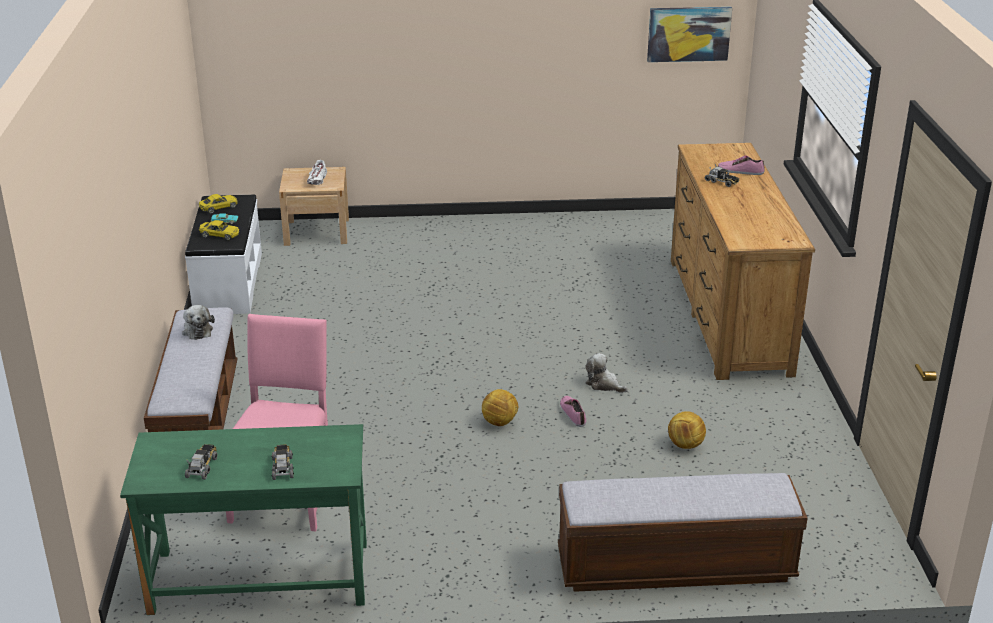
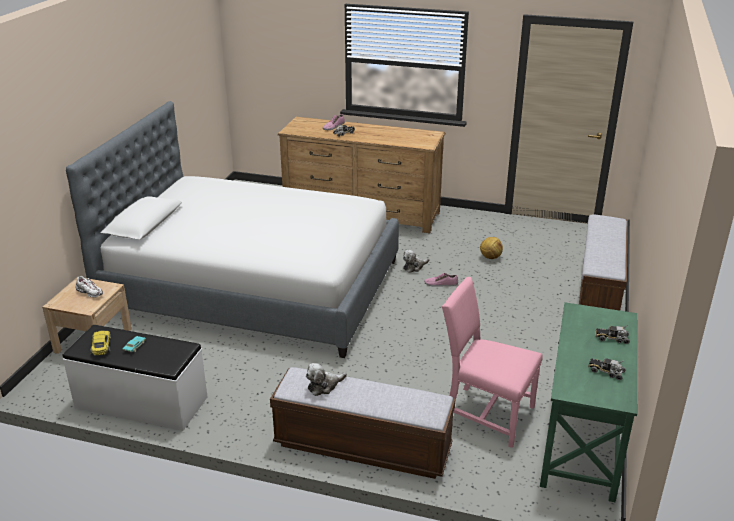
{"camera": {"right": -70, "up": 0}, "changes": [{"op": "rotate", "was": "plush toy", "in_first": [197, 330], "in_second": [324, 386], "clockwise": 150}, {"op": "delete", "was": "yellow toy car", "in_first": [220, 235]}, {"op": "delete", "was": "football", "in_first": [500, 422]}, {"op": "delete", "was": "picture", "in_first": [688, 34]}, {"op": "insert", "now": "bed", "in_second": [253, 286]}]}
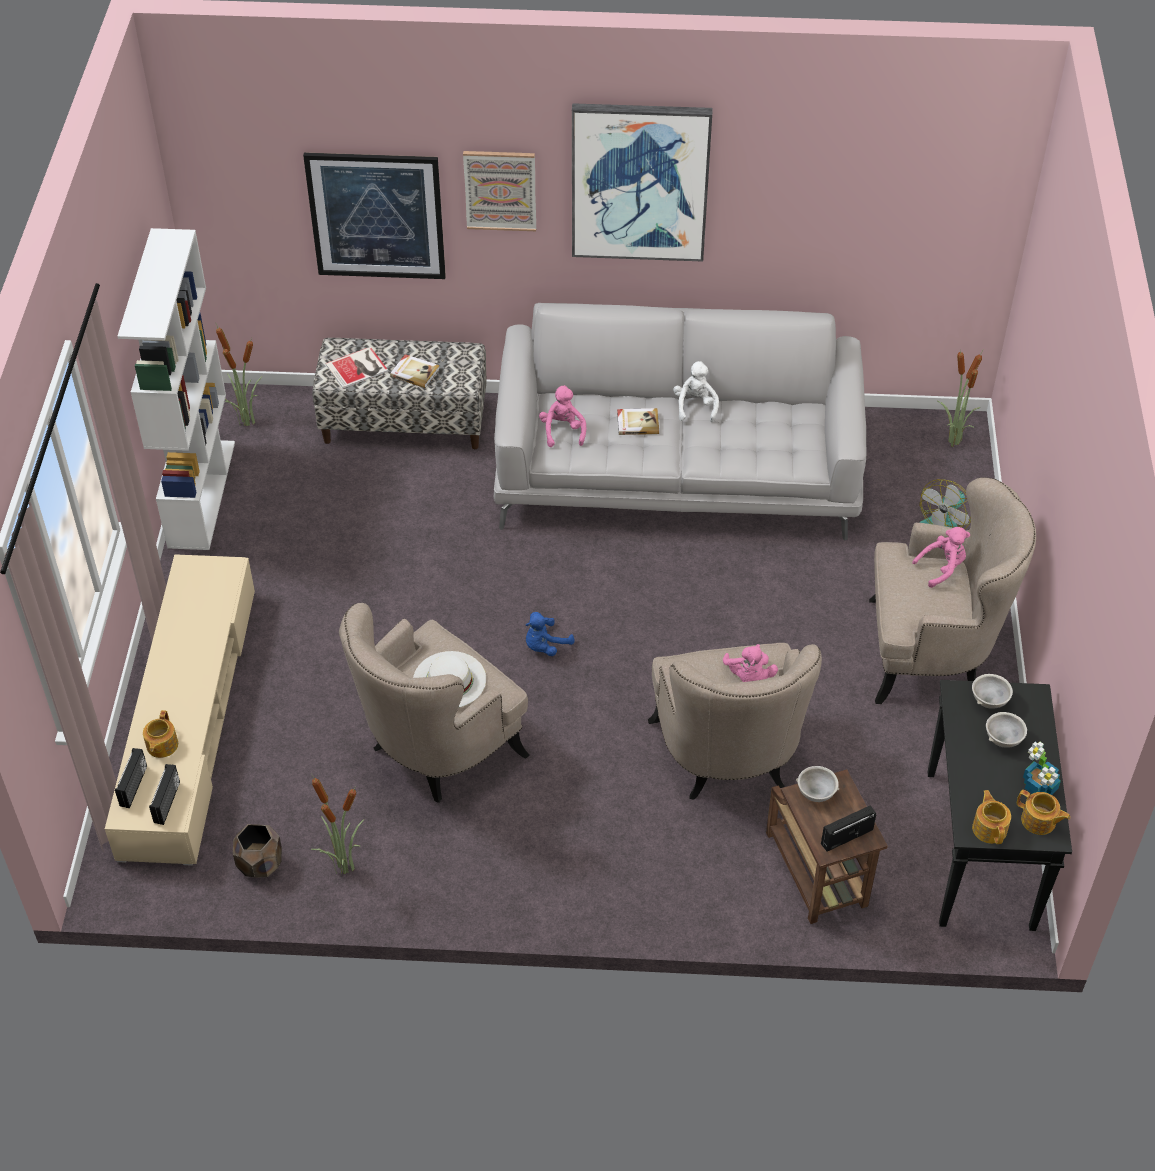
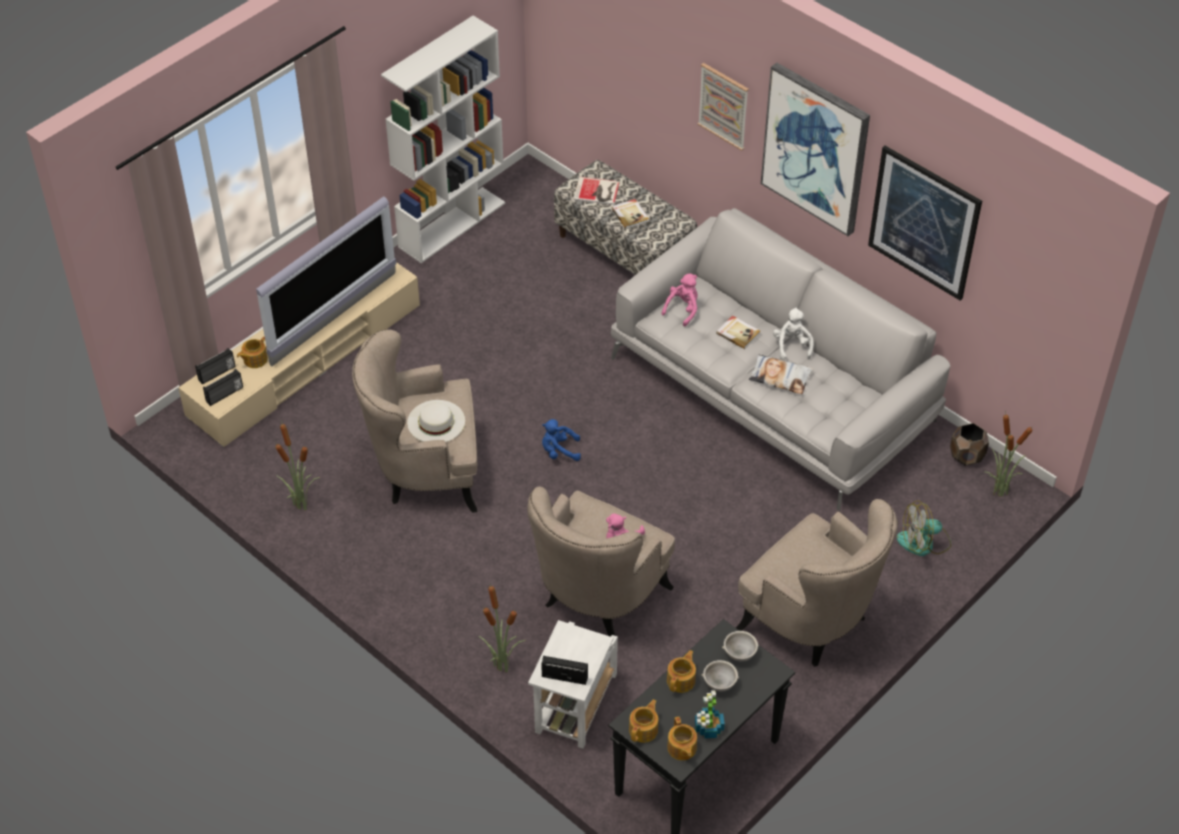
{"camera": {"right": 40, "up": 0}, "changes": [{"op": "move", "was": "potted plant", "in_first": [246, 421], "in_second": [502, 665]}, {"op": "move", "was": "brown planter", "in_first": [261, 864], "in_second": [967, 456]}, {"op": "move", "was": "picture", "in_first": [376, 216], "in_second": [924, 222]}, {"op": "rotate", "was": "white plush toy", "in_first": [695, 406], "in_second": [792, 346], "clockwise": -45}, {"op": "recolor", "was": "brown side table", "now": "white side table", "in_first": [817, 872], "in_second": [575, 706]}, {"op": "delete", "was": "grey bowl", "in_first": [816, 793]}, {"op": "delete", "was": "pink plush toy", "in_first": [942, 568]}, {"op": "insert", "now": "television", "in_second": [334, 320]}, {"op": "insert", "now": "teapot", "in_second": [681, 680]}, {"op": "insert", "now": "pillow", "in_second": [780, 377]}]}
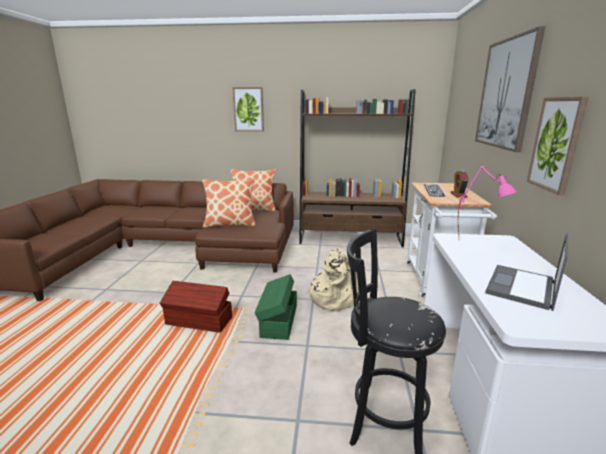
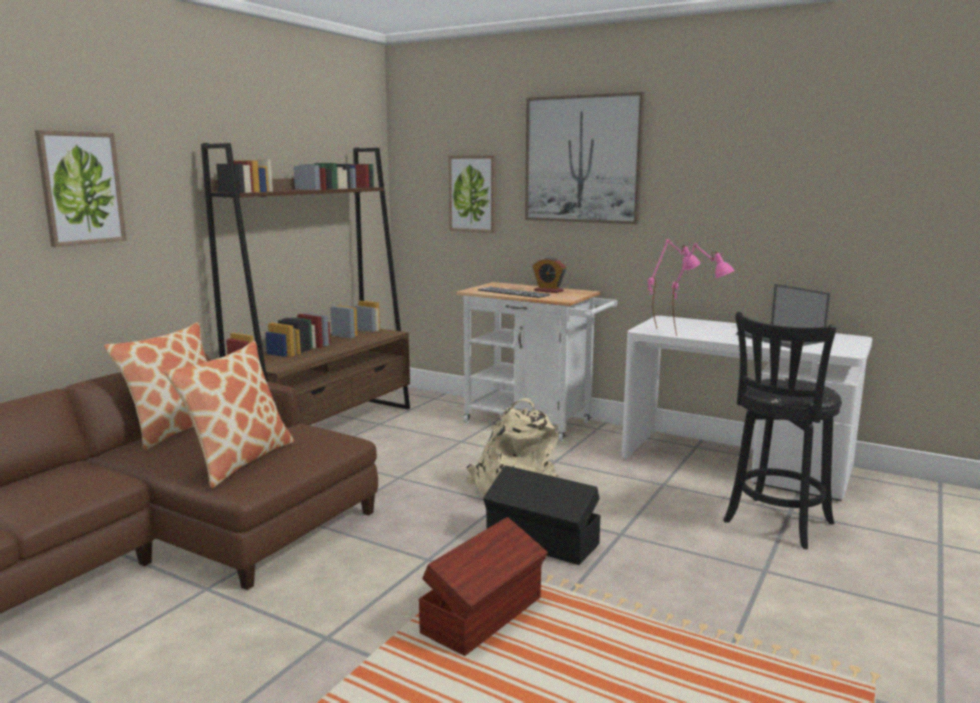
{"camera": {"right": -65, "up": -5}, "changes": [{"op": "recolor", "was": "green storage box", "now": "black storage box", "in_first": [278, 321], "in_second": [542, 542]}, {"op": "move", "was": "picture", "in_first": [556, 144], "in_second": [473, 193]}, {"op": "insert", "now": "pink table lamp", "in_second": [698, 336]}]}
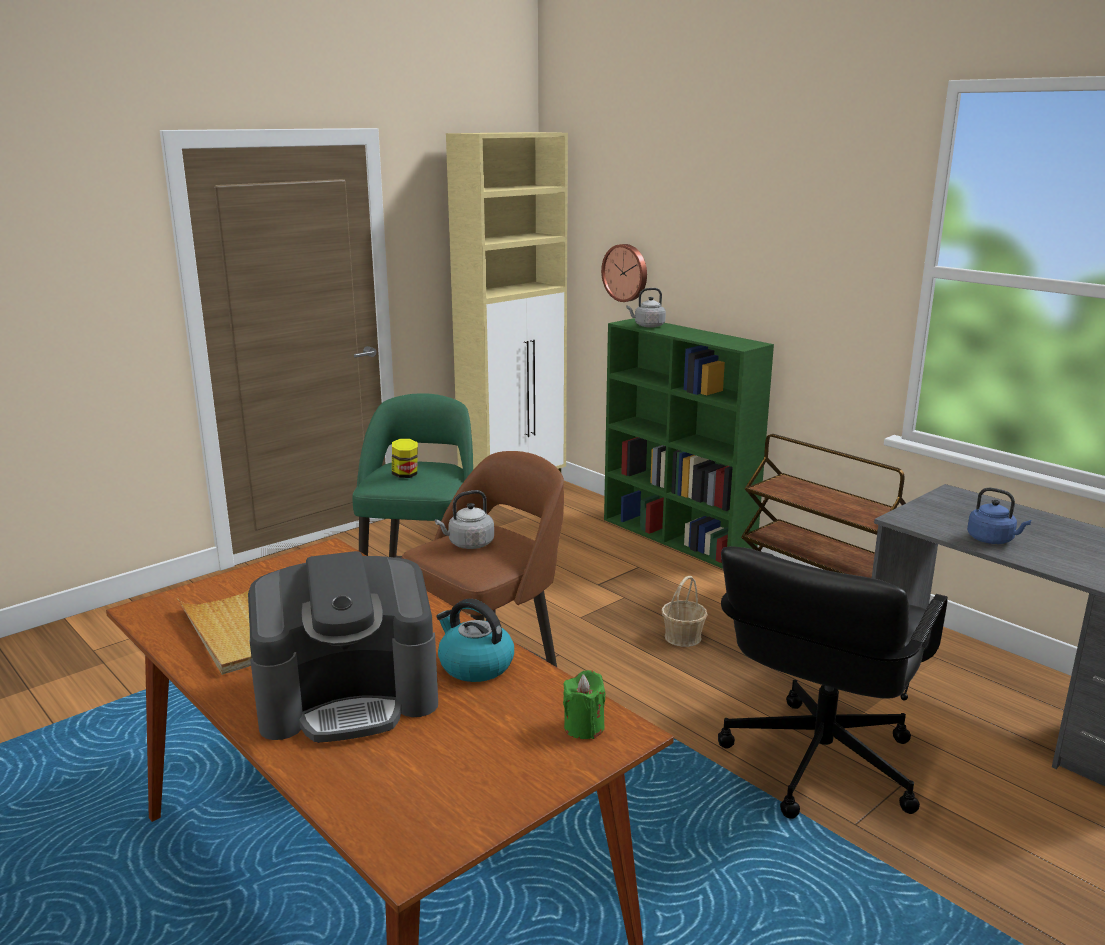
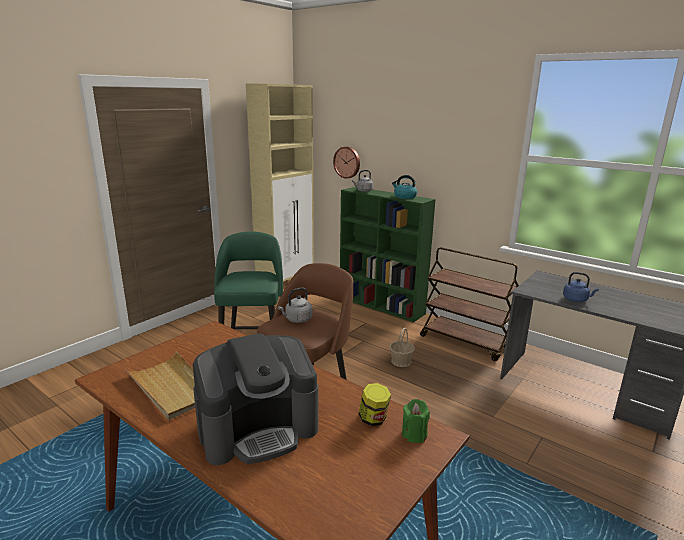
{"camera": {"right": -10, "up": 0}, "changes": [{"op": "move", "was": "jar", "in_first": [405, 475], "in_second": [373, 419]}, {"op": "move", "was": "kettle", "in_first": [475, 665], "in_second": [404, 197]}, {"op": "delete", "was": "black office chair", "in_first": [818, 762]}]}
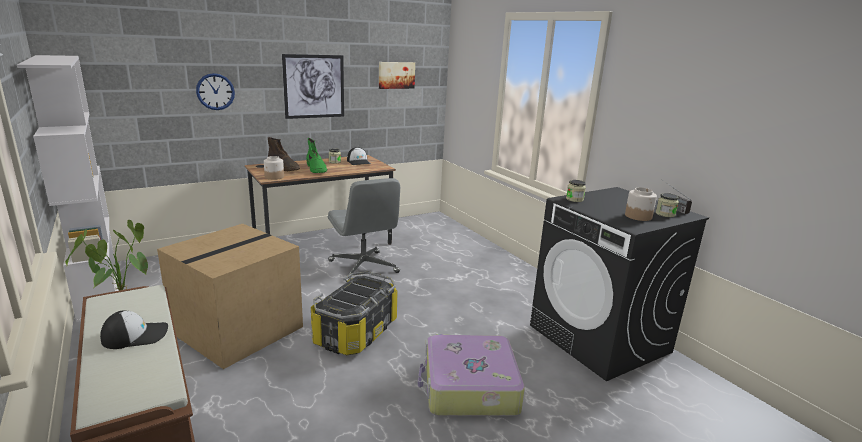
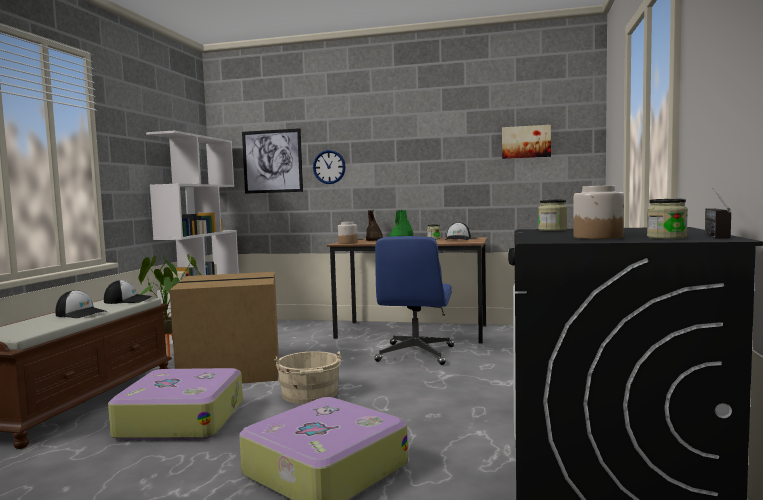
{"camera": {"right": 45, "up": -15}, "changes": [{"op": "move", "was": "picture", "in_first": [314, 86], "in_second": [272, 161]}, {"op": "replace", "was": "storage box", "now": "beige bucket", "in_first": [355, 332], "in_second": [310, 395]}, {"op": "recolor", "was": "grey office chair", "now": "blue office chair", "in_first": [364, 267], "in_second": [415, 354]}, {"op": "insert", "now": "cap", "in_second": [128, 300]}, {"op": "insert", "now": "suitcase", "in_second": [181, 419]}]}
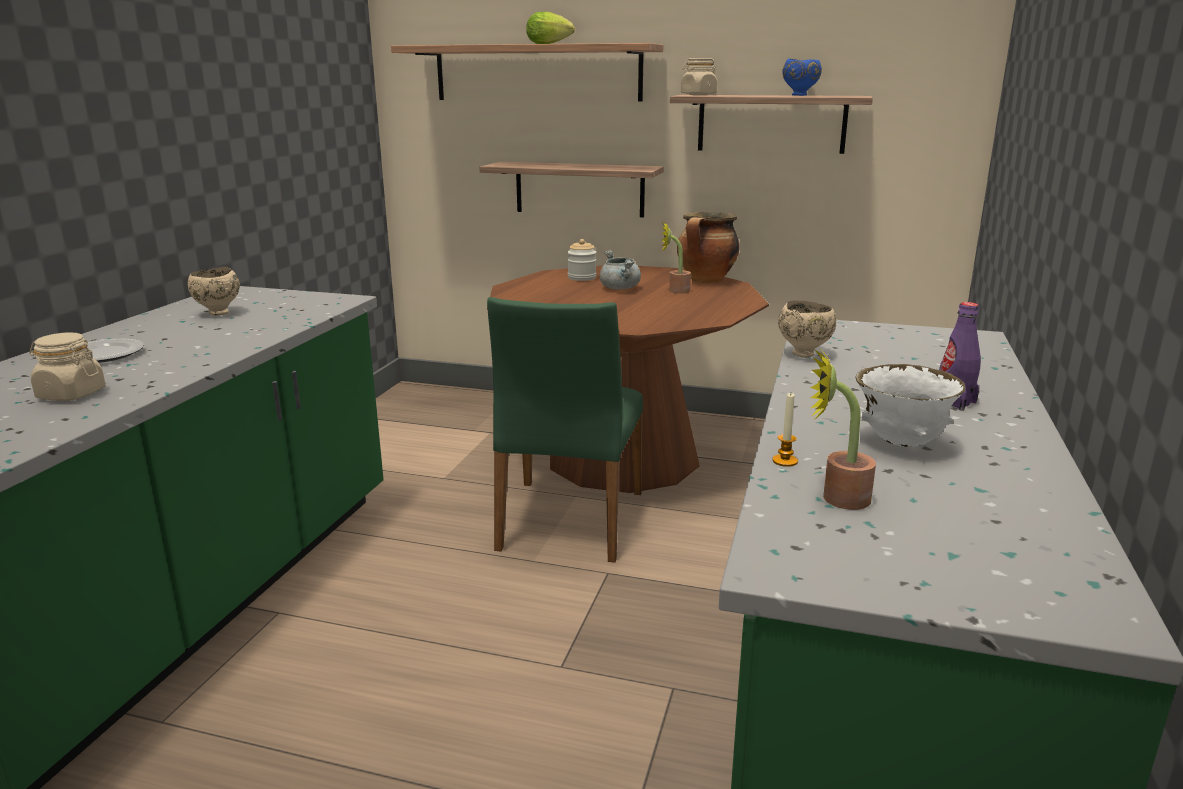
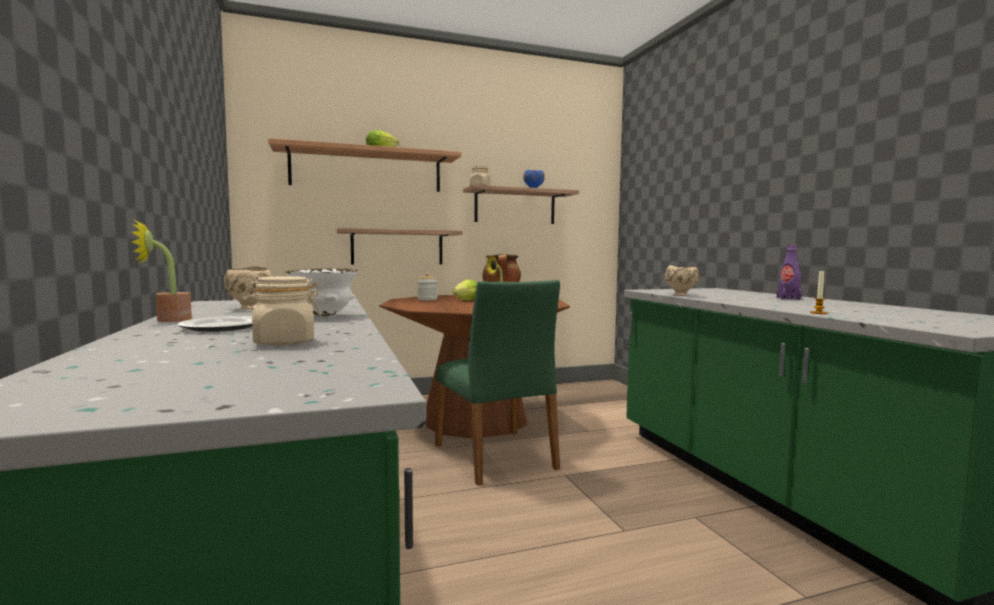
{"camera": {"right": -35, "up": -15}, "changes": [{"op": "replace", "was": "grey cooking pot", "now": "lettuce", "in_first": [620, 288], "in_second": [465, 301]}, {"op": "move", "was": "potted plant", "in_first": [836, 497], "in_second": [166, 320]}, {"op": "move", "was": "white bowl", "in_first": [901, 443], "in_second": [324, 315]}]}
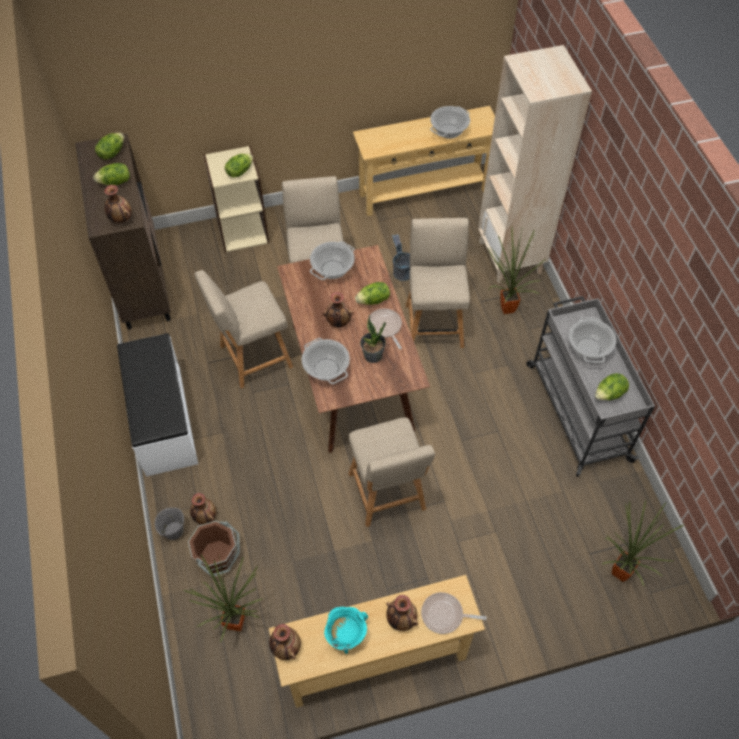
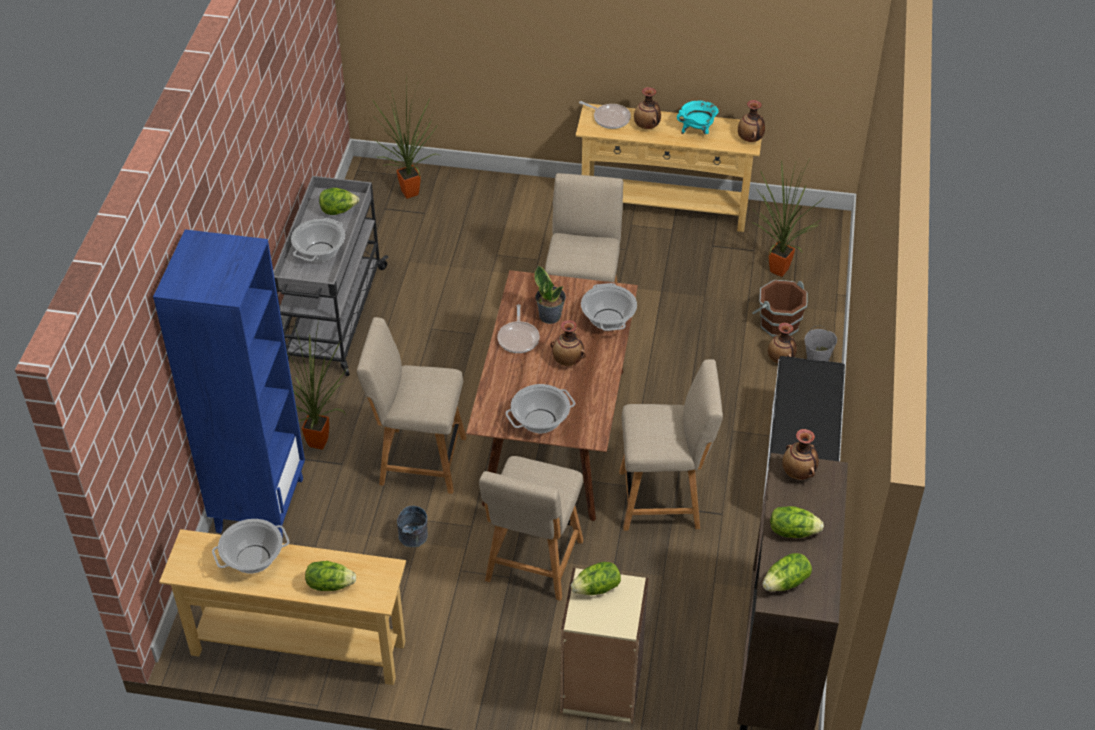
{"camera": {"right": -155, "up": -10}, "changes": [{"op": "move", "was": "lettuce", "in_first": [373, 300], "in_second": [330, 584]}, {"op": "rotate", "was": "beige chair", "in_first": [434, 322], "in_second": [418, 460], "clockwise": 75}, {"op": "recolor", "was": "beige bookcase", "now": "blue bookcase", "in_first": [510, 257], "in_second": [259, 504]}]}
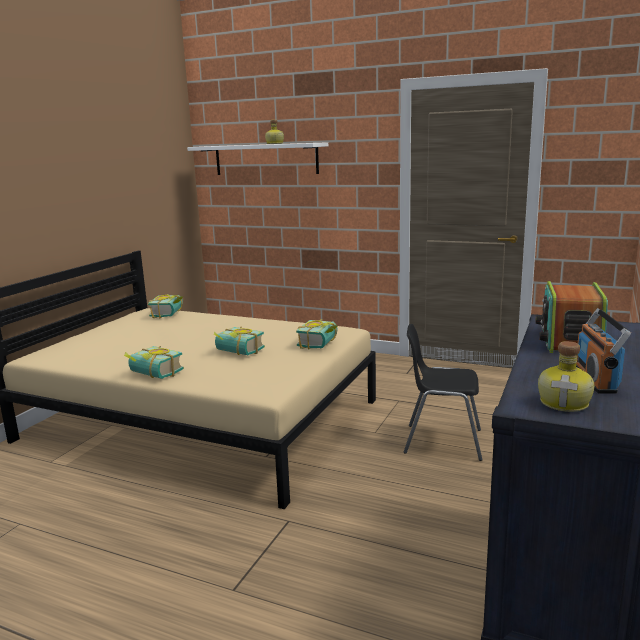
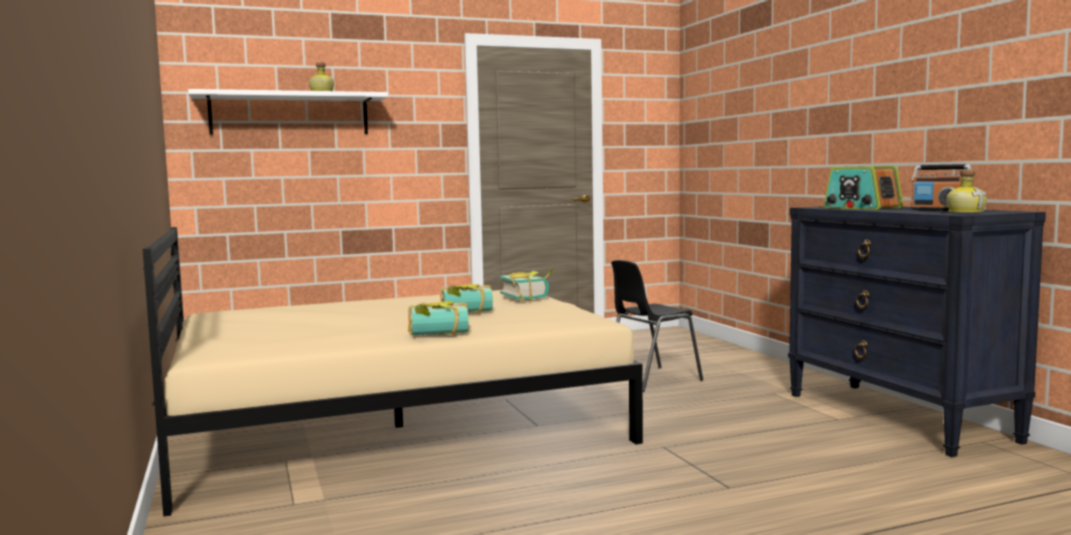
{"camera": {"right": -45, "up": -10}, "changes": [{"op": "delete", "was": "book", "in_first": [170, 314]}]}
